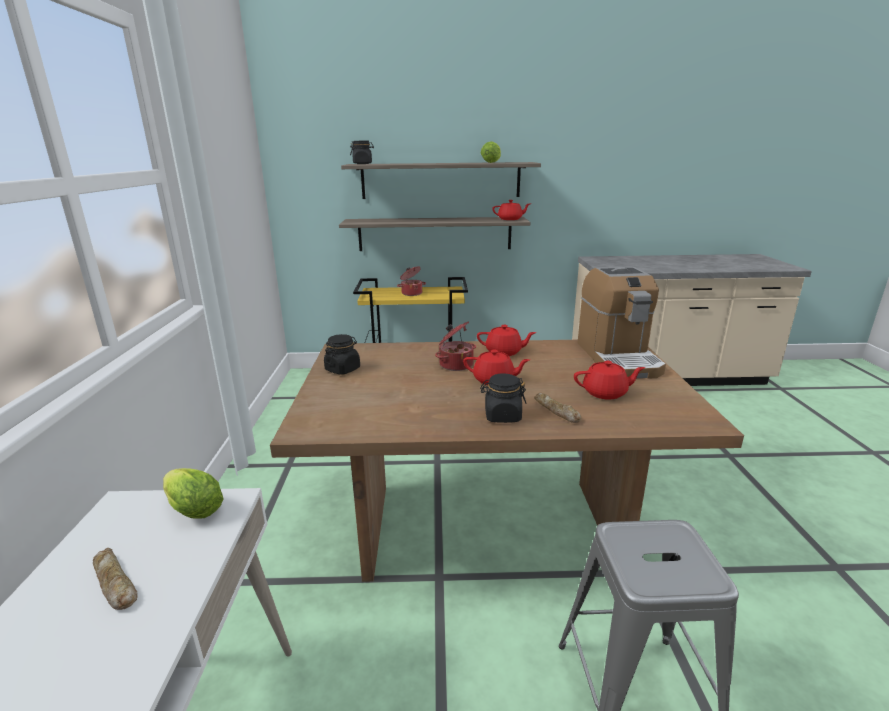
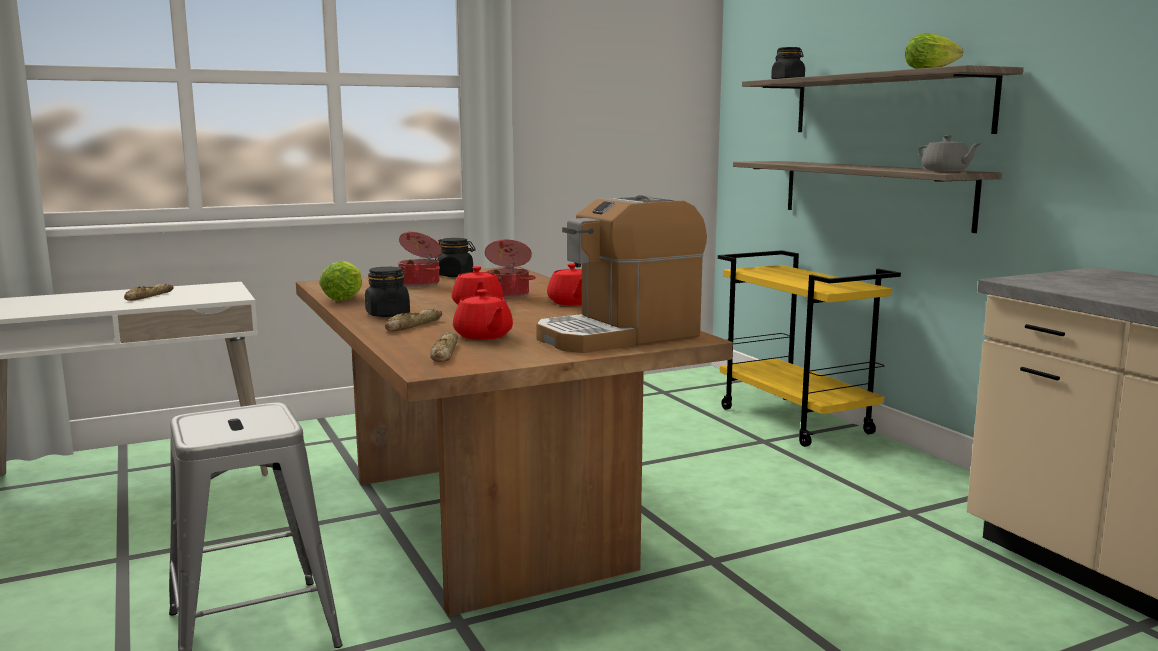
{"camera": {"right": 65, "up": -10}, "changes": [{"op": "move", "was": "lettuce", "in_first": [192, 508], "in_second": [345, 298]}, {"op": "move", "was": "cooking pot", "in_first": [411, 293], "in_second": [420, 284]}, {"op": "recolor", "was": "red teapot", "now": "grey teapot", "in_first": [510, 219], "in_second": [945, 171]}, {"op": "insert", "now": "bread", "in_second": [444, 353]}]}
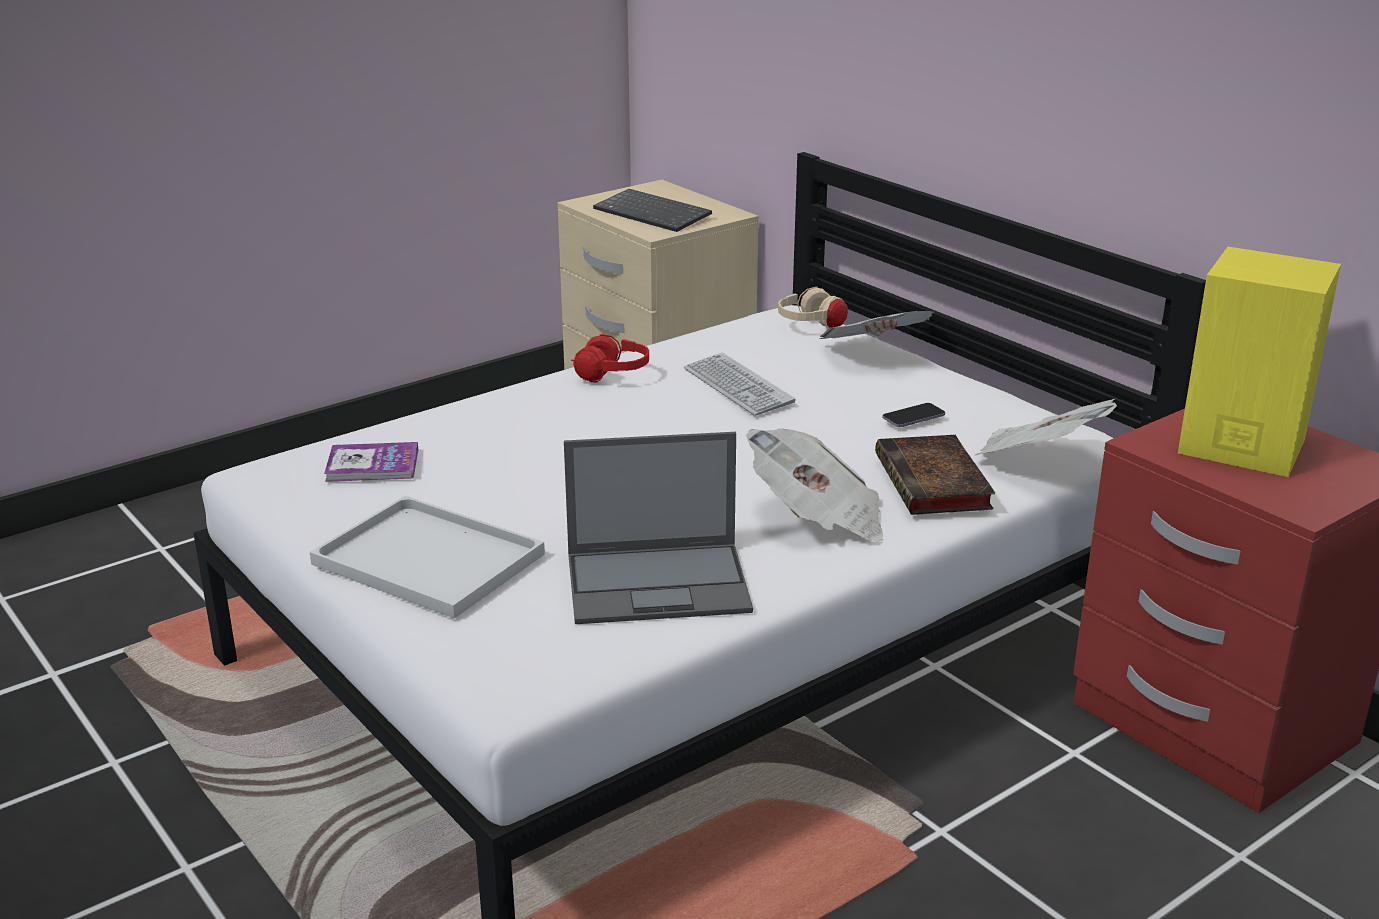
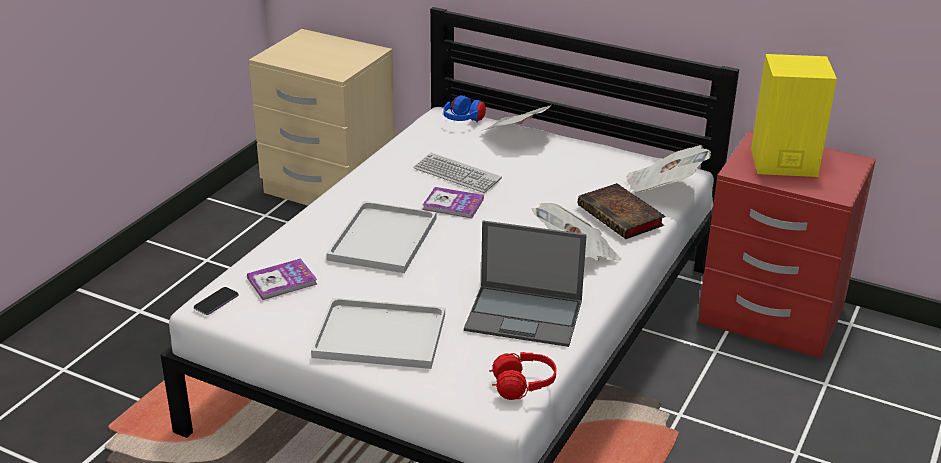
{"camera": {"right": -25, "up": 5}, "changes": [{"op": "rotate", "was": "laptop", "in_first": [660, 583], "in_second": [525, 316], "clockwise": 45}, {"op": "move", "was": "red headphones", "in_first": [612, 377], "in_second": [522, 388]}, {"op": "delete", "was": "keyboard", "in_first": [654, 213]}, {"op": "recolor", "was": "beige headphones", "now": "blue headphones", "in_first": [811, 327], "in_second": [463, 122]}, {"op": "move", "was": "phone", "in_first": [913, 417], "in_second": [216, 302]}, {"op": "insert", "now": "white tray", "in_second": [382, 237]}, {"op": "insert", "now": "book", "in_second": [453, 204]}]}
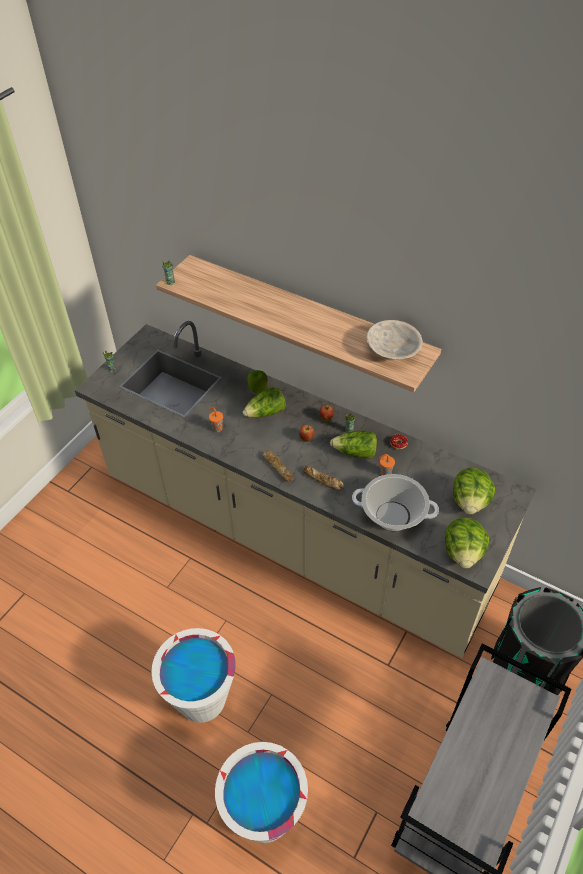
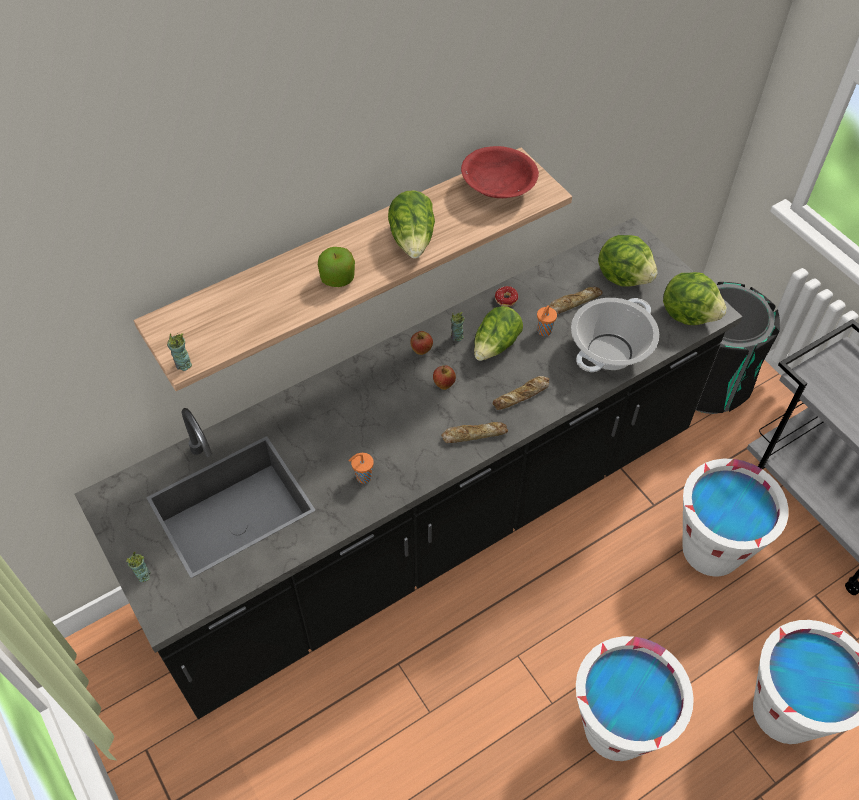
{"camera": {"right": -65, "up": 5}, "changes": [{"op": "recolor", "was": "beige counter", "now": "black counter", "in_first": [293, 533], "in_second": [429, 522]}, {"op": "move", "was": "lettuce", "in_first": [266, 413], "in_second": [413, 239]}, {"op": "move", "was": "apple", "in_first": [258, 387], "in_second": [337, 278]}, {"op": "recolor", "was": "beige bowl", "now": "red bowl", "in_first": [392, 350], "in_second": [498, 188]}, {"op": "insert", "now": "bread", "in_second": [573, 302]}, {"op": "insert", "now": "white bucket", "in_second": [711, 550]}]}
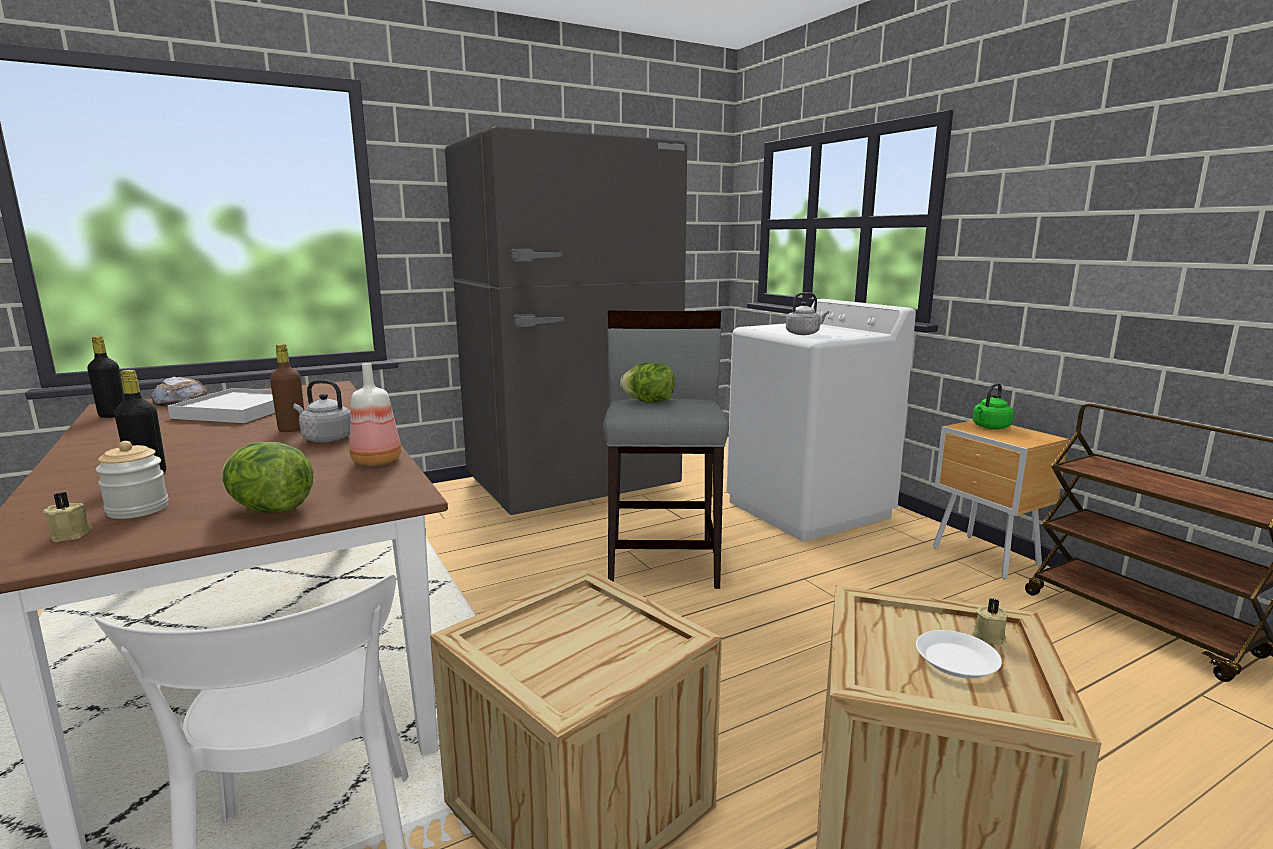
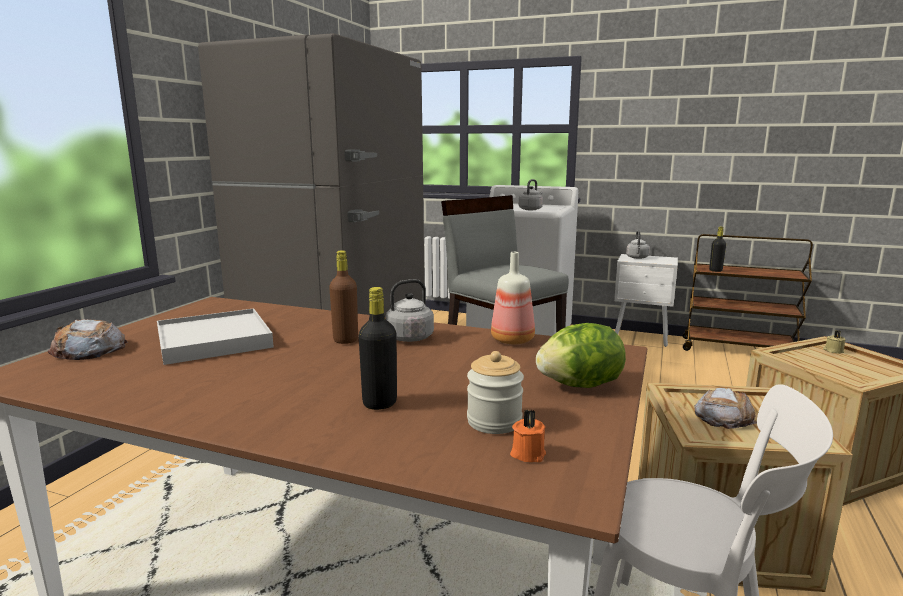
{"camera": {"right": -40, "up": 0}, "changes": [{"op": "recolor", "was": "beige candle", "now": "orange candle", "in_first": [72, 534], "in_second": [527, 453]}, {"op": "move", "was": "black bottle", "in_first": [113, 415], "in_second": [715, 270]}, {"op": "delete", "was": "lettuce", "in_first": [649, 402]}, {"op": "delete", "was": "white plate", "in_first": [956, 660]}, {"op": "recolor", "was": "brown nightstand", "now": "white nightstand", "in_first": [986, 558], "in_second": [642, 339]}, {"op": "recolor", "was": "green kettle", "now": "grey kettle", "in_first": [990, 427], "in_second": [637, 258]}, {"op": "insert", "now": "bread", "in_second": [723, 416]}]}
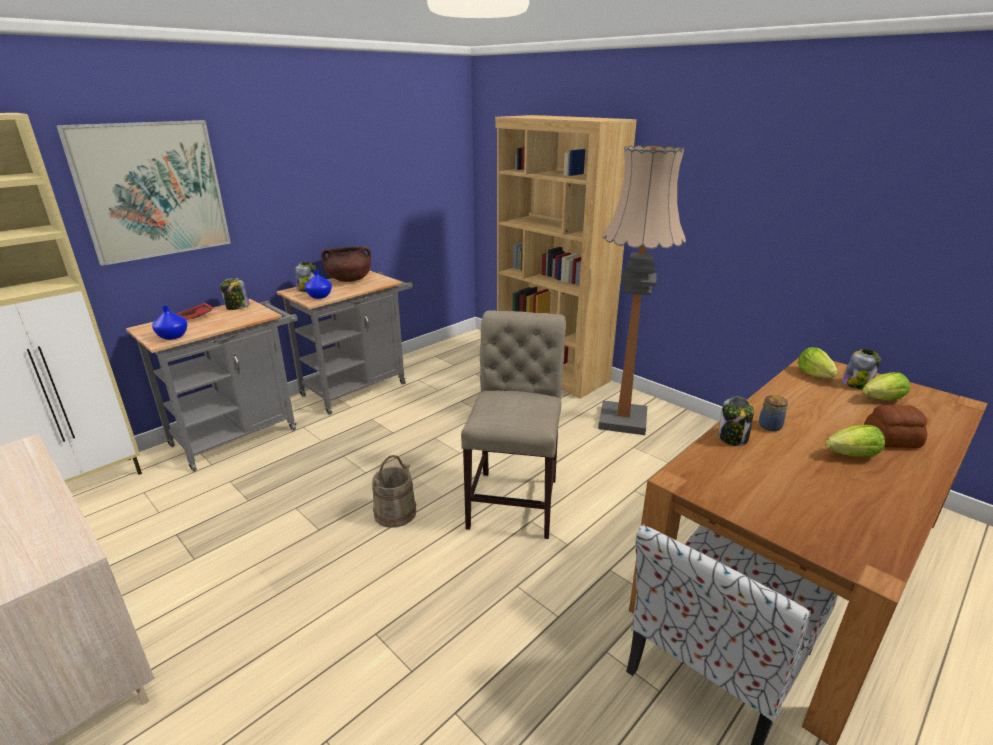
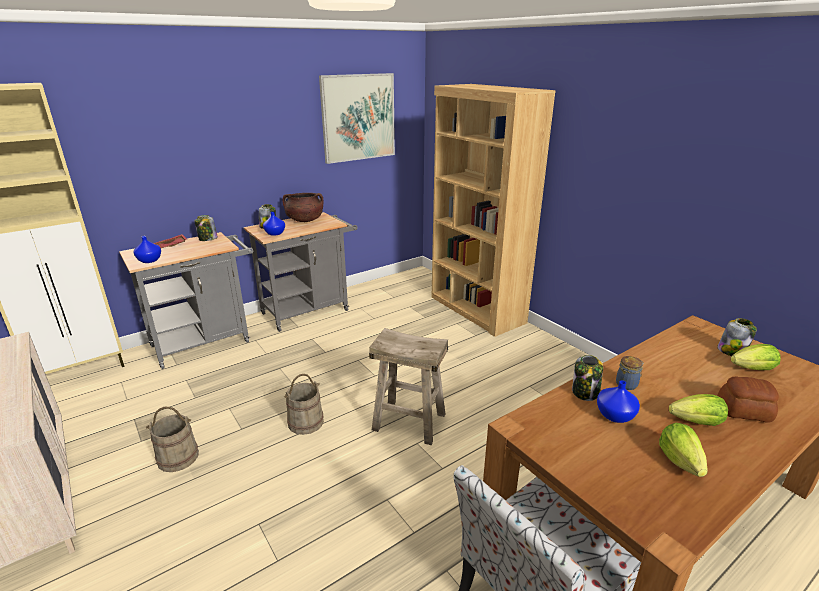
{"camera": {"right": 10, "up": 0}, "changes": [{"op": "move", "was": "picture", "in_first": [152, 190], "in_second": [358, 117]}, {"op": "replace", "was": "beige chair", "now": "beige stool", "in_first": [515, 498], "in_second": [409, 421]}, {"op": "delete", "was": "floor lamp", "in_first": [623, 420]}, {"op": "move", "was": "lettuce", "in_first": [814, 375], "in_second": [680, 461]}, {"op": "insert", "now": "beige bucket", "in_second": [178, 457]}, {"op": "insert", "now": "blue vase", "in_second": [615, 415]}]}
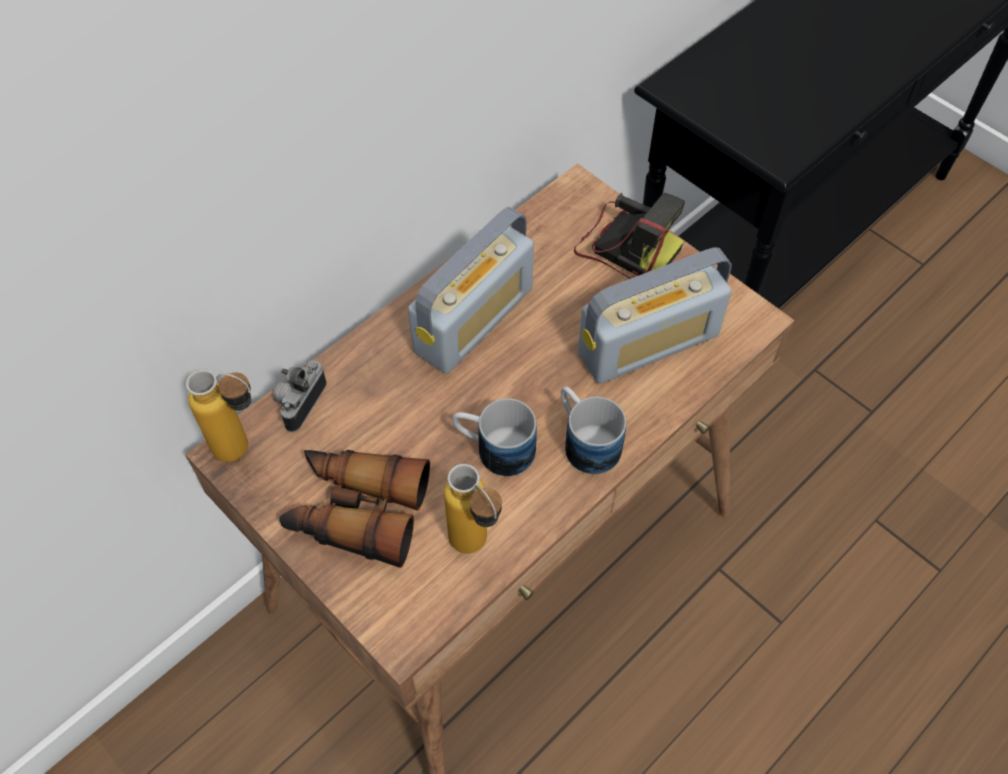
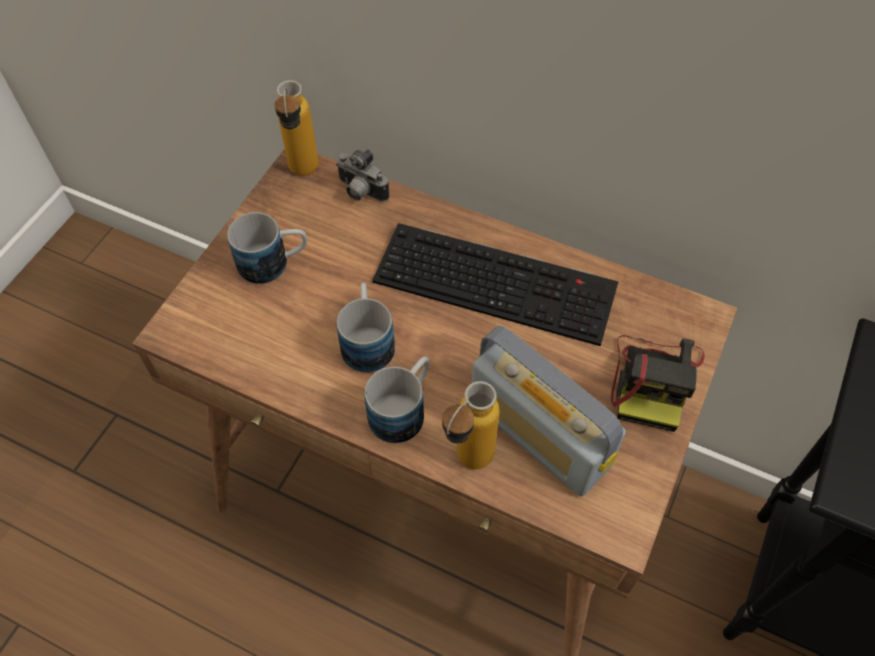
{"camera": {"right": 70, "up": 0}, "changes": [{"op": "rotate", "was": "photo camera", "in_first": [300, 403], "in_second": [360, 192], "clockwise": -150}, {"op": "replace", "was": "binoculars", "now": "mug", "in_first": [356, 511], "in_second": [274, 263]}, {"op": "replace", "was": "radio", "now": "keyboard", "in_first": [474, 320], "in_second": [498, 282]}, {"op": "move", "was": "bottle", "in_first": [476, 549], "in_second": [466, 465]}]}
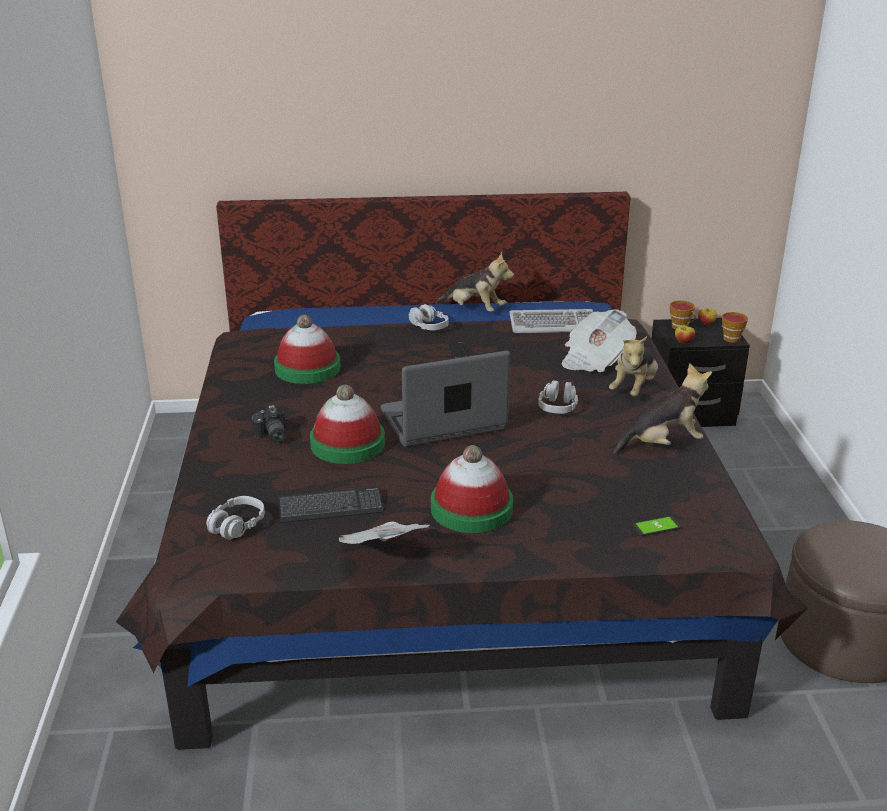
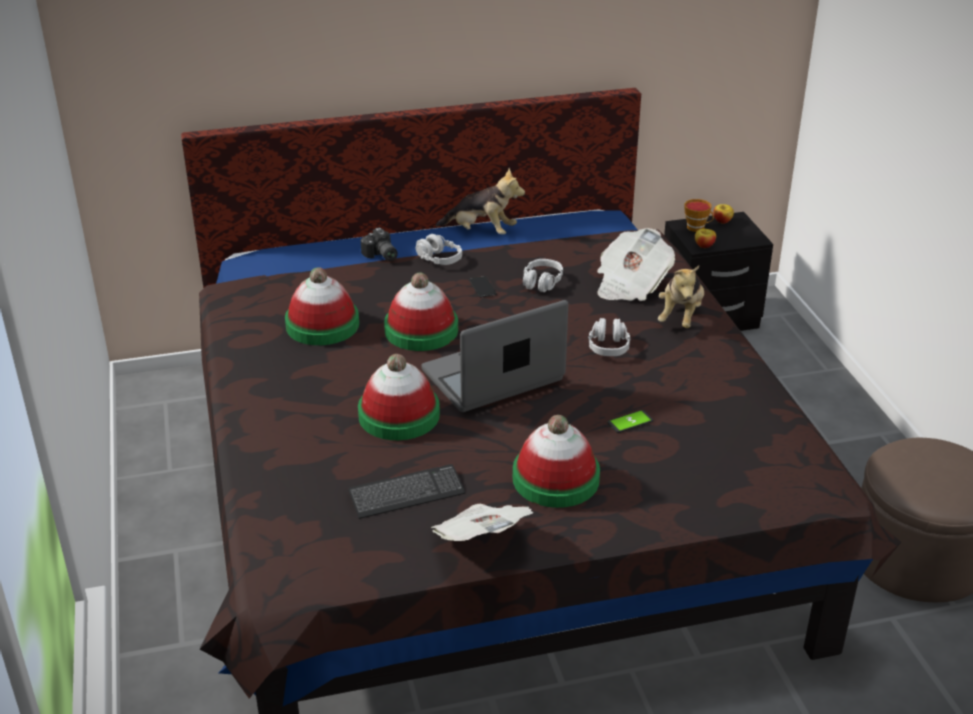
{"camera": {"right": -10, "up": 5}, "changes": [{"op": "move", "was": "grey headphones", "in_first": [237, 525], "in_second": [542, 282]}, {"op": "move", "was": "photo camera", "in_first": [271, 436], "in_second": [380, 255]}, {"op": "delete", "was": "keyboard", "in_first": [553, 325]}, {"op": "delete", "was": "plush toy", "in_first": [662, 444]}, {"op": "move", "was": "phone", "in_first": [656, 527], "in_second": [630, 422]}, {"op": "delete", "was": "cup", "in_first": [730, 338]}, {"op": "insert", "now": "hat", "in_second": [421, 330]}]}
